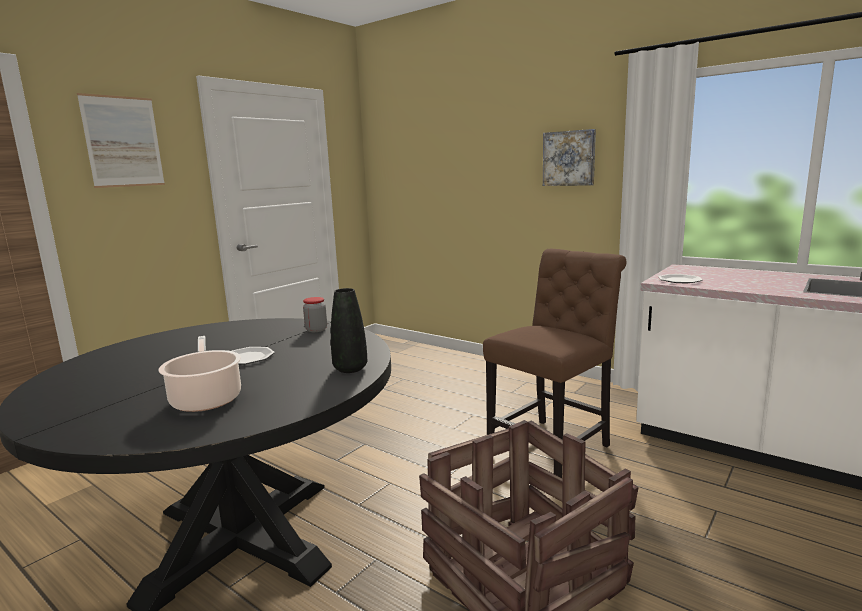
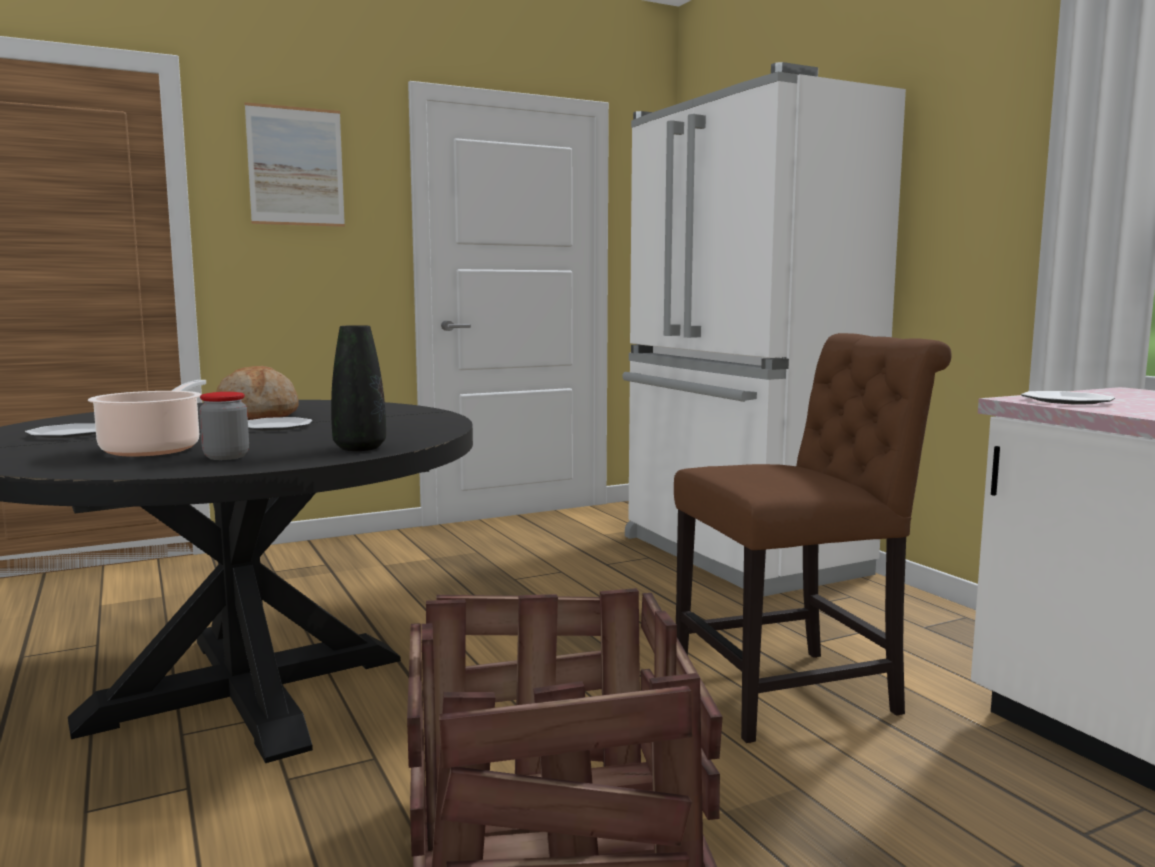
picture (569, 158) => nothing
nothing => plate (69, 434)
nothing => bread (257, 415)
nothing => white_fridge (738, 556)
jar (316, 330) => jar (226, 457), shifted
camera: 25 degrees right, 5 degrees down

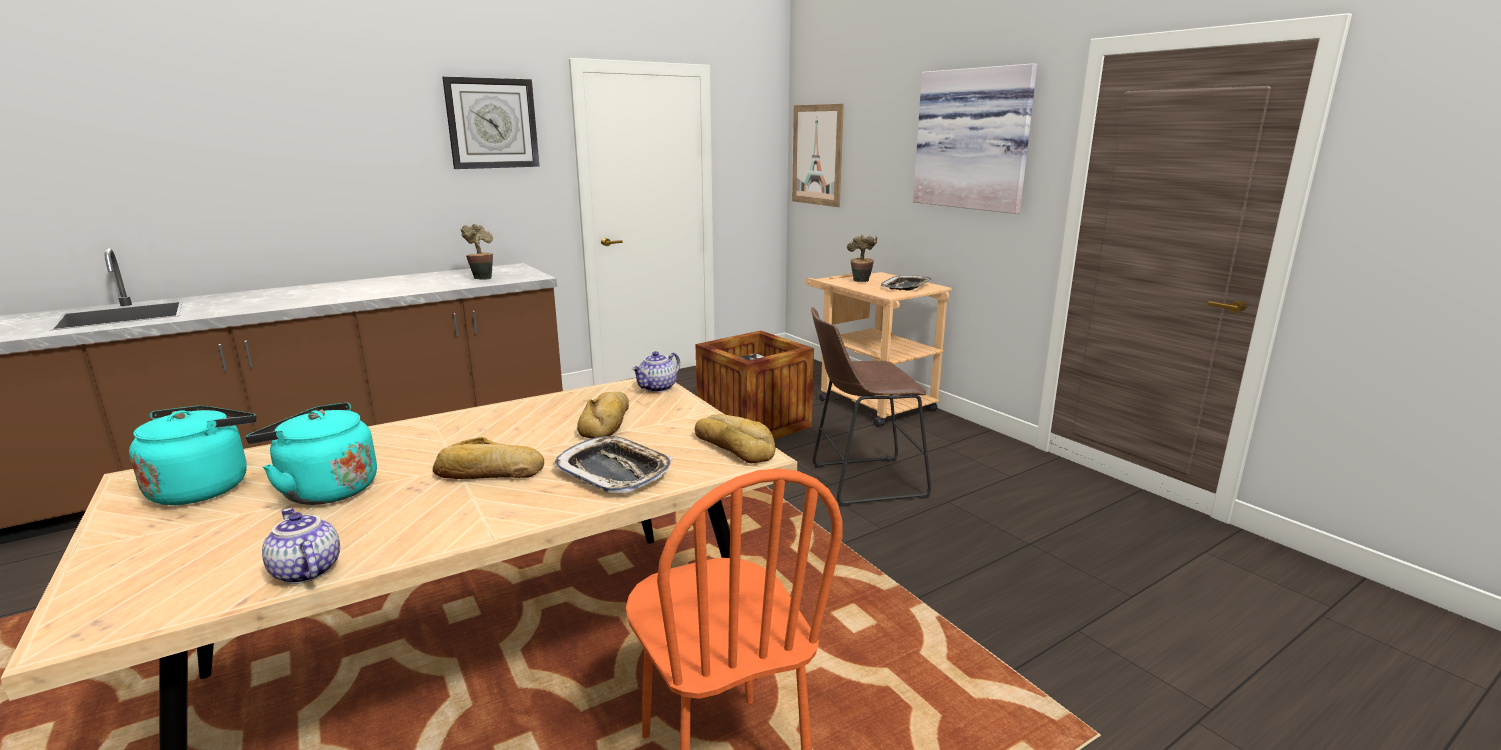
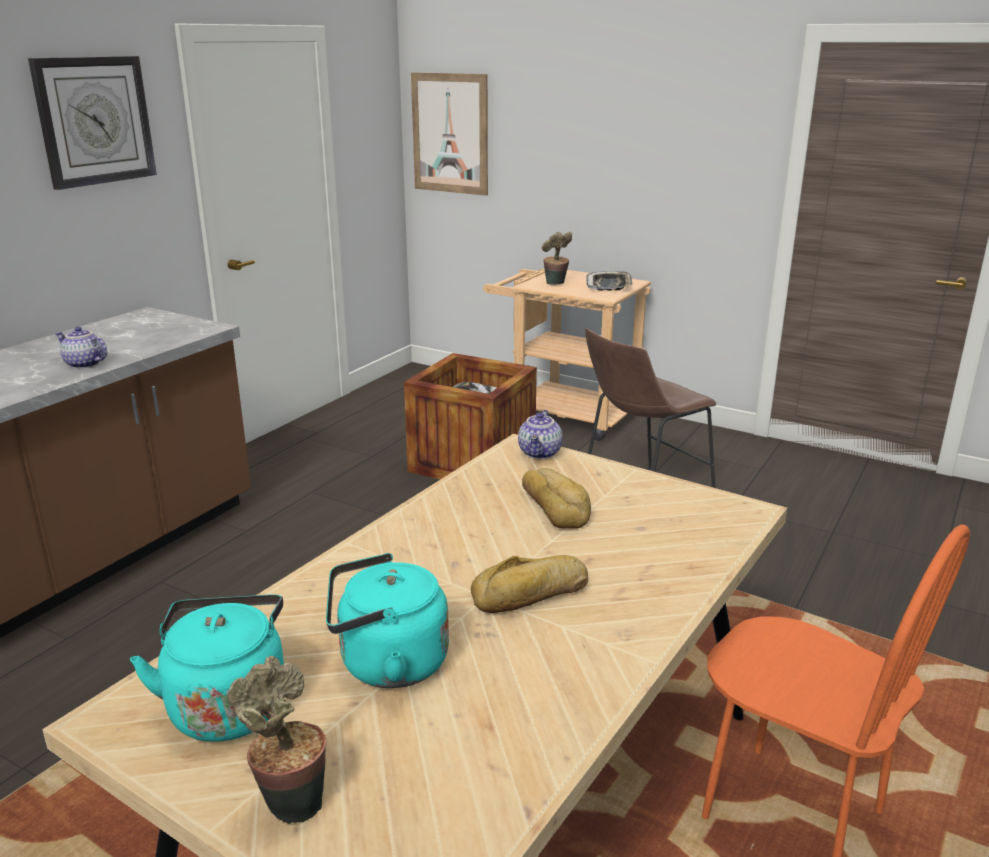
tray (614, 472) => nothing
bread (735, 446) => nothing
picture (974, 139) => nothing
teapot (304, 571) => teapot (83, 364), shifted
potted_plant (481, 278) => potted_plant (290, 802), shifted
camera: 25 degrees left, 5 degrees up

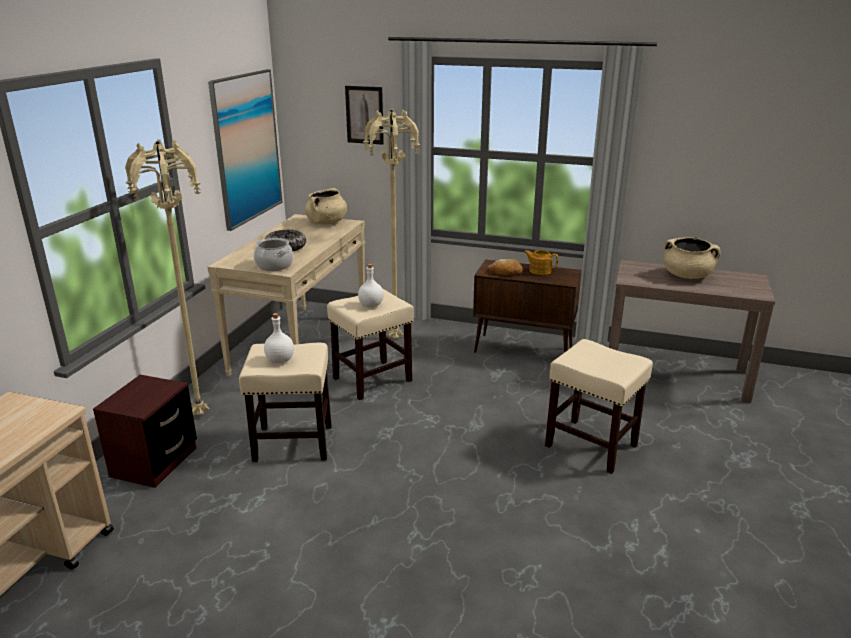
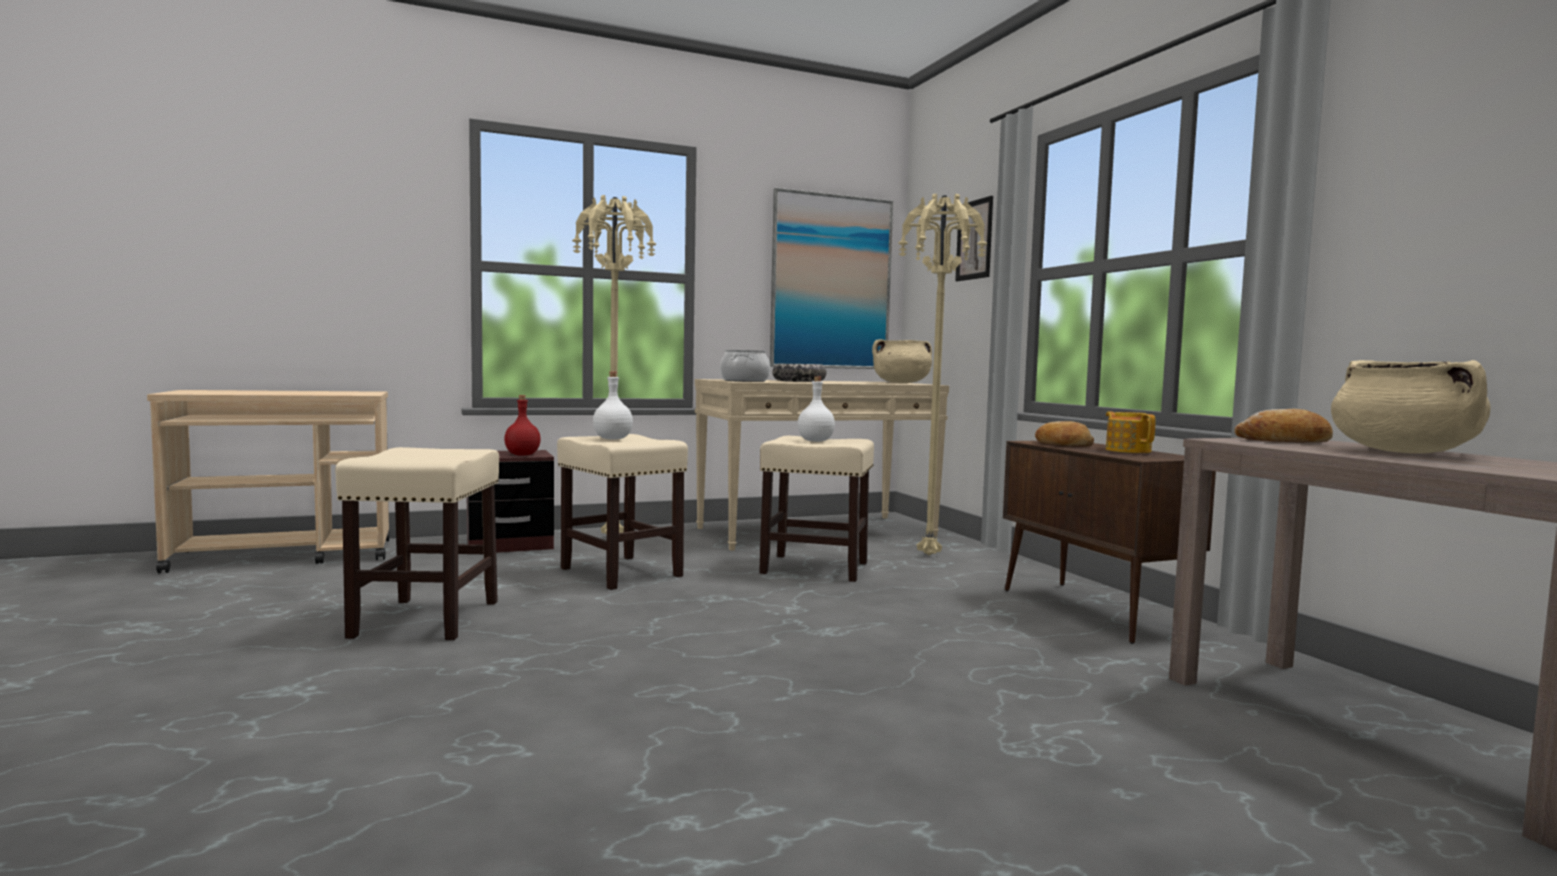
nothing => red_bottle (521, 455)
nothing => bread (1284, 441)
beige_stool (592, 446) => beige_stool (426, 619), shifted
camera: 50 degrees right, 20 degrees down

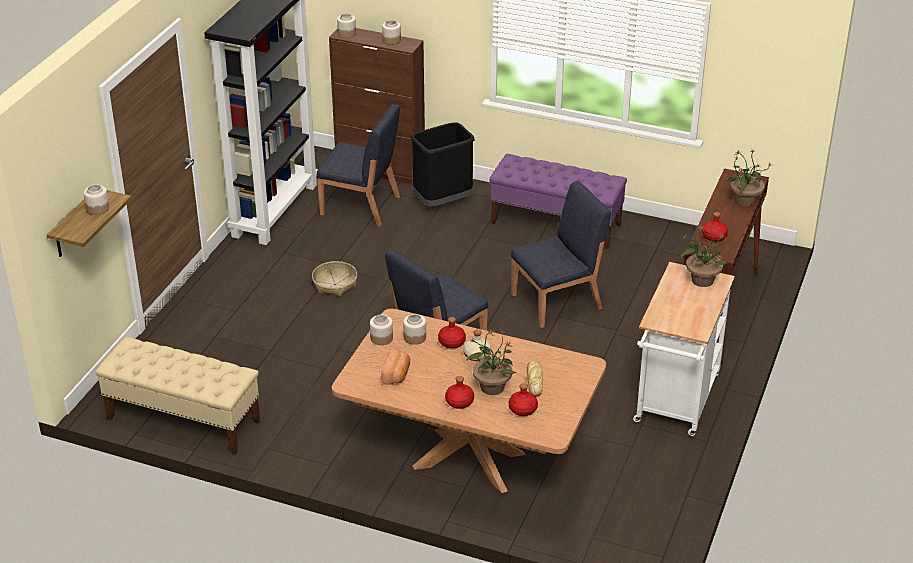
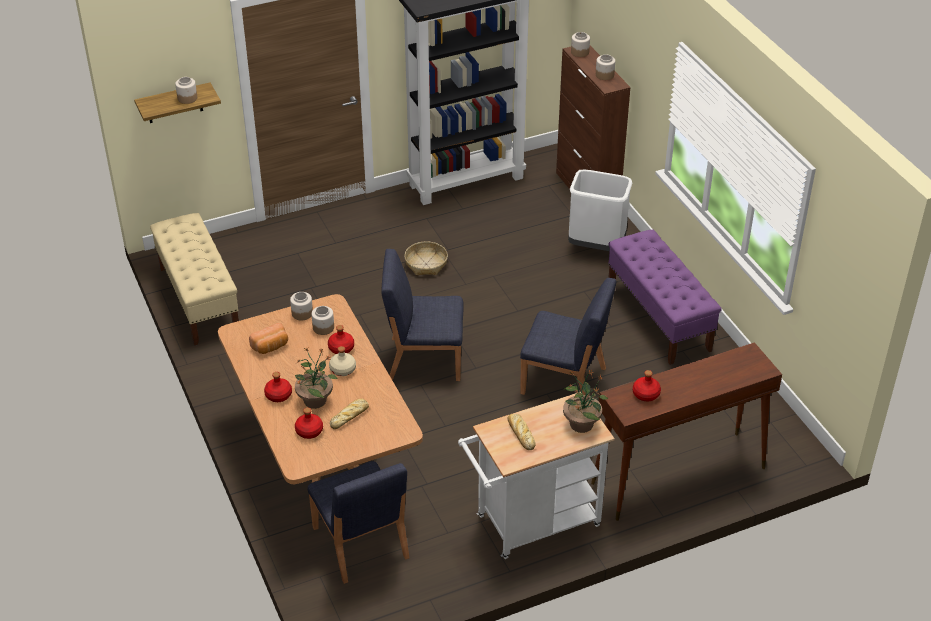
potted_plant (744, 201) => nothing
nothing => bread (520, 433)
blue_chair (361, 206) => blue_chair (360, 544), shifted
black_trash_can (442, 202) => white_trash_can (596, 246)
camera: 45 degrees right, 5 degrees up

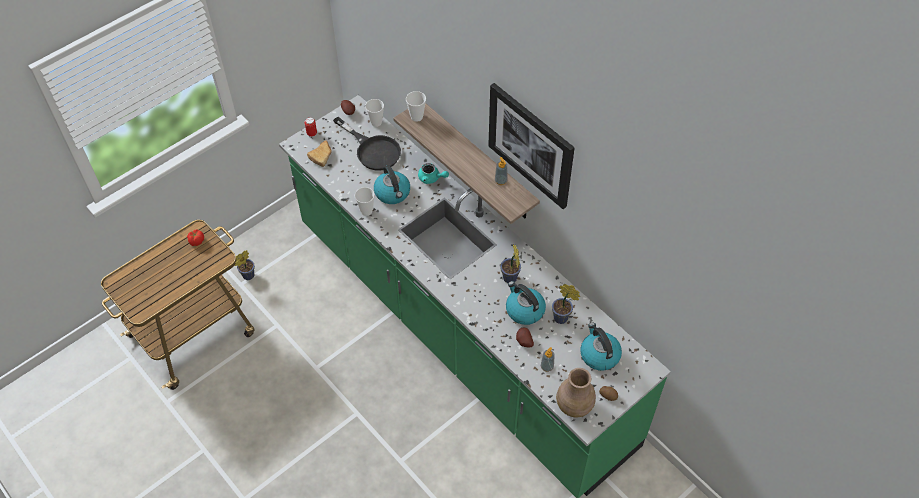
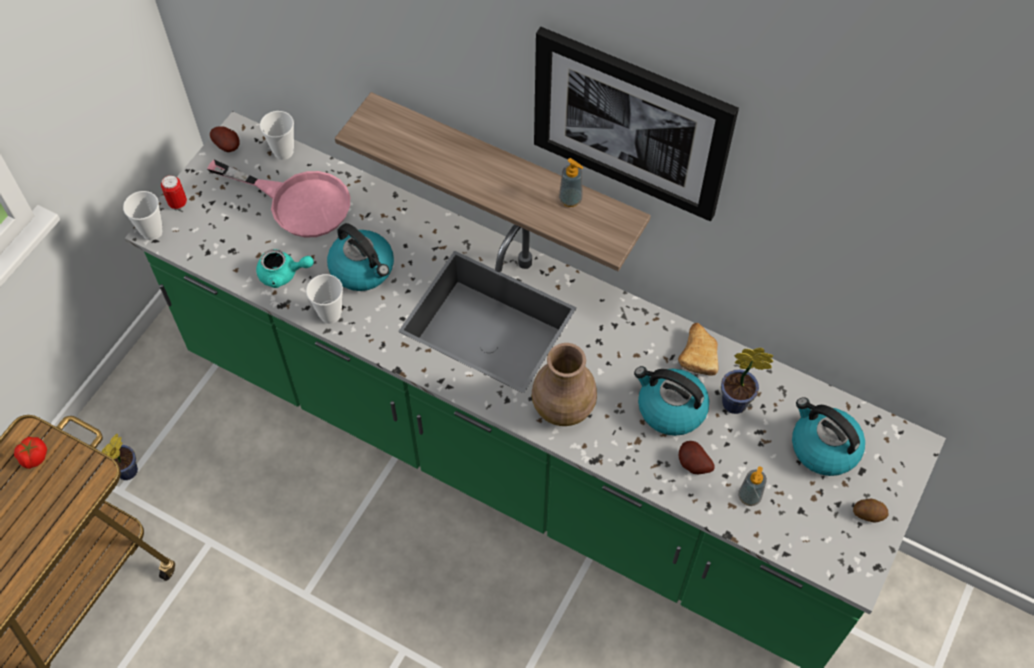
potted_plant (510, 279) => nothing
bread (322, 155) => bread (698, 353), shifted
cup (416, 117) => cup (152, 232), shifted
turquoise_teapot (431, 178) => turquoise_teapot (283, 274), shifted
brown_vase (574, 406) => brown_vase (564, 407), shifted
black_frying_pan (373, 150) => pink_frying_pan (297, 202)
camera: 20 degrees left, 5 degrees up

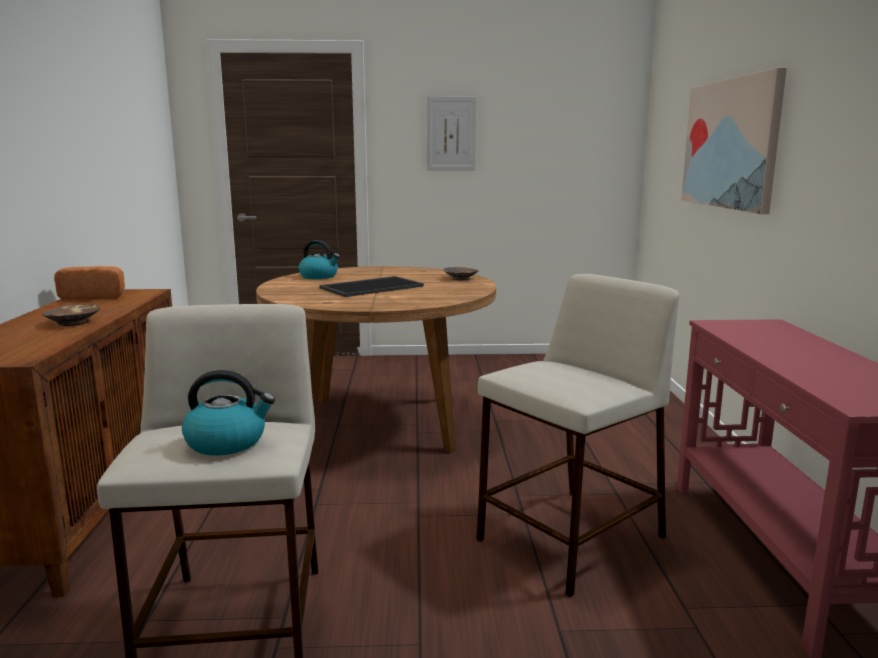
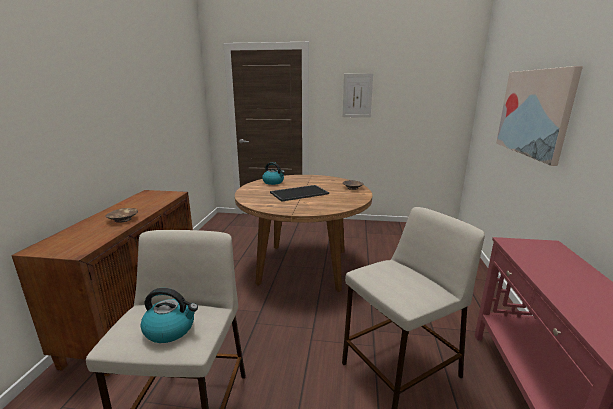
bread (95, 297) => nothing
camera: 10 degrees right, 5 degrees up

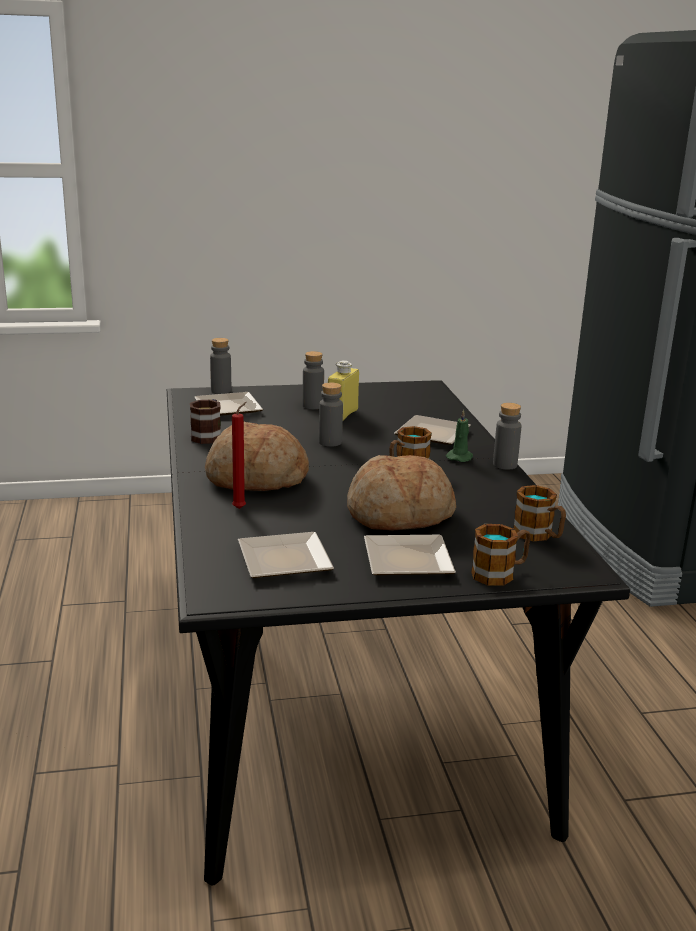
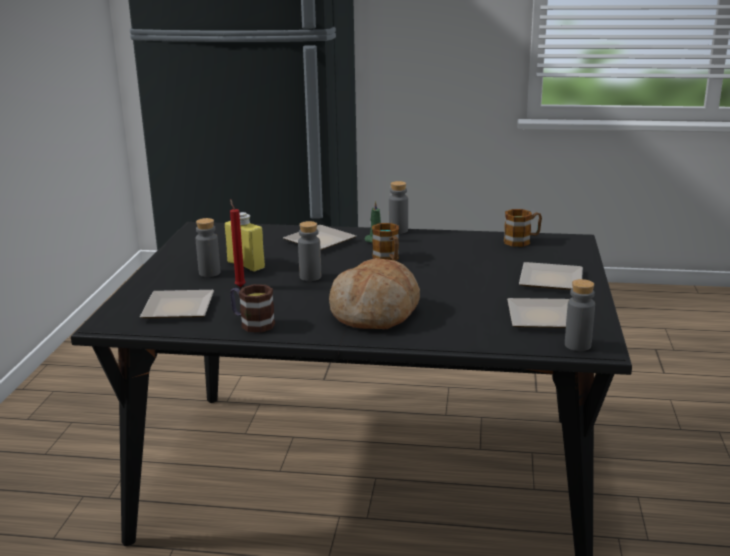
bread (399, 514) => nothing
mug (500, 573) => nothing
grey_bottle (221, 390) => grey_bottle (577, 345), shifted
red_candle (241, 508) => red_candle (239, 286), shifted
camera: 70 degrees left, 0 degrees up

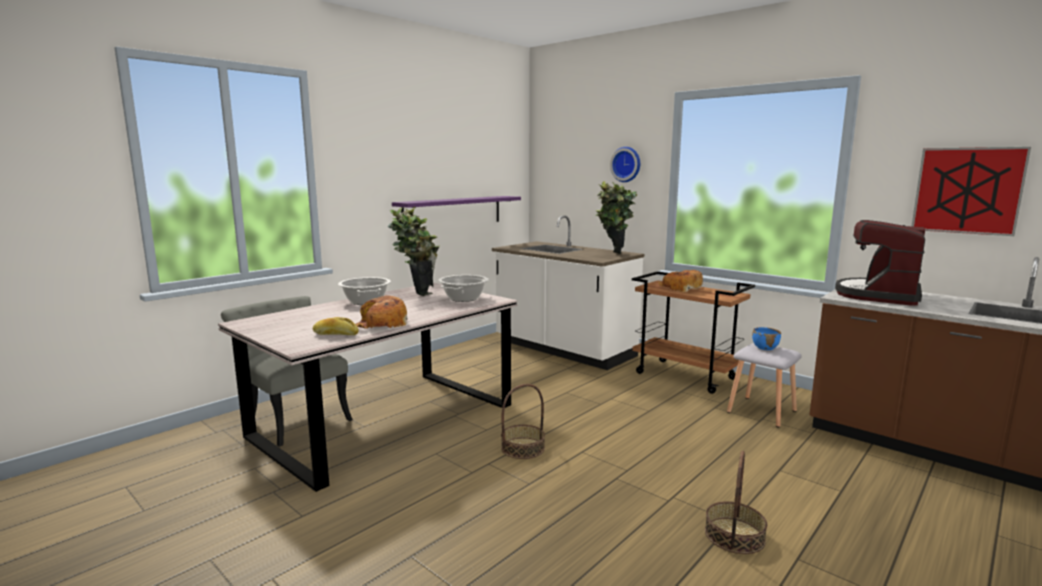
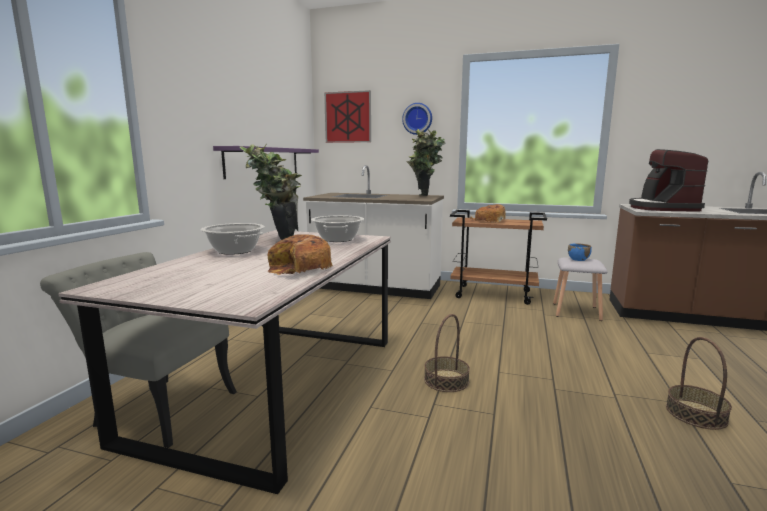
bread (335, 334) => nothing
picture (967, 190) => picture (348, 117), shifted
camera: 25 degrees left, 0 degrees up

